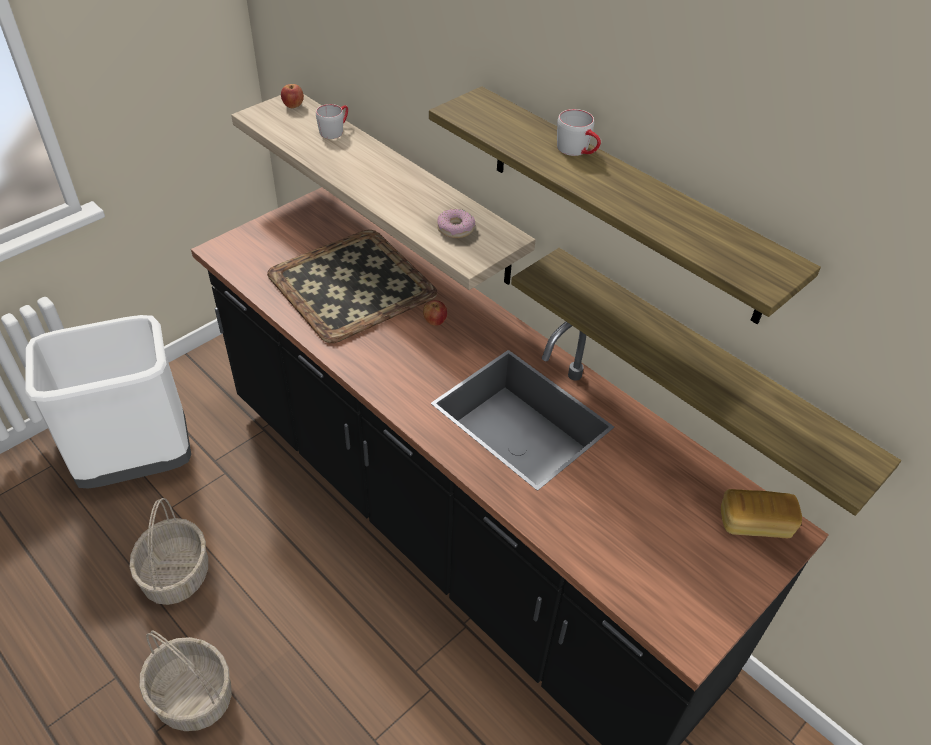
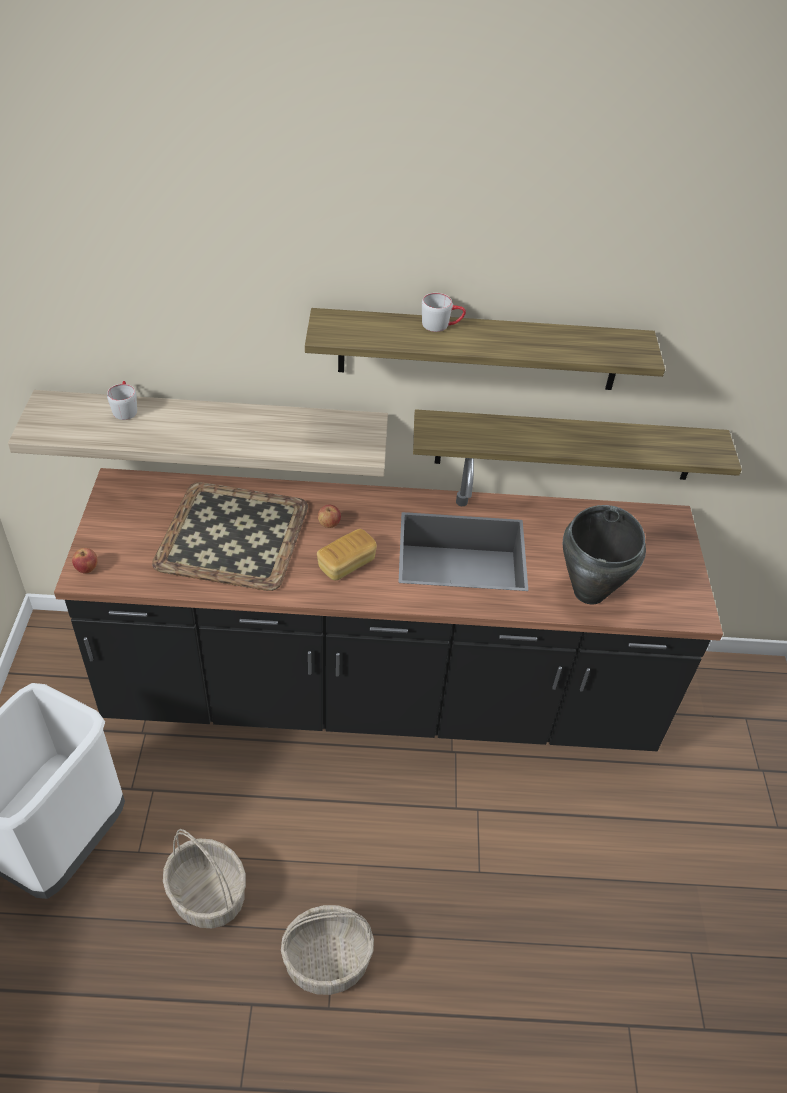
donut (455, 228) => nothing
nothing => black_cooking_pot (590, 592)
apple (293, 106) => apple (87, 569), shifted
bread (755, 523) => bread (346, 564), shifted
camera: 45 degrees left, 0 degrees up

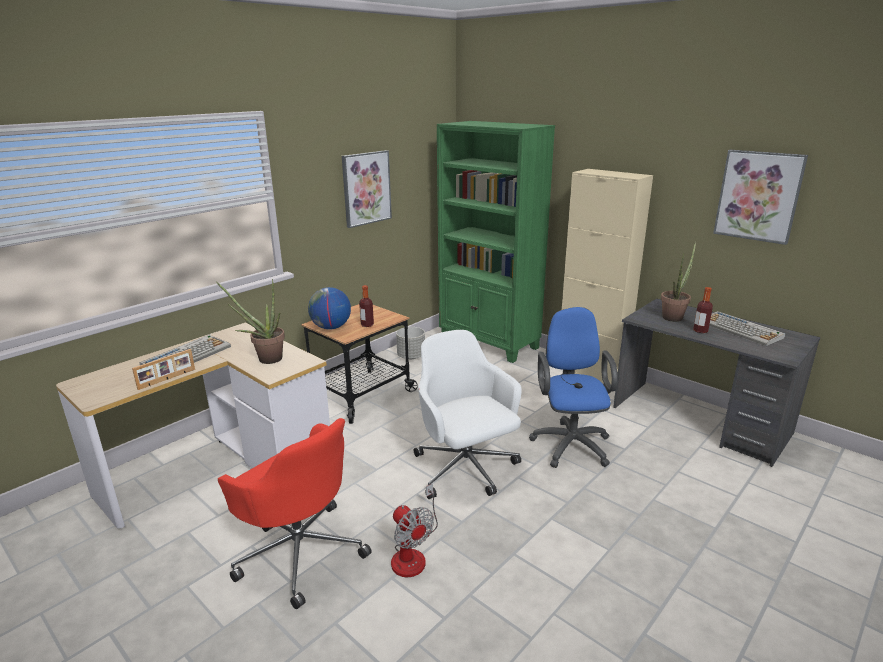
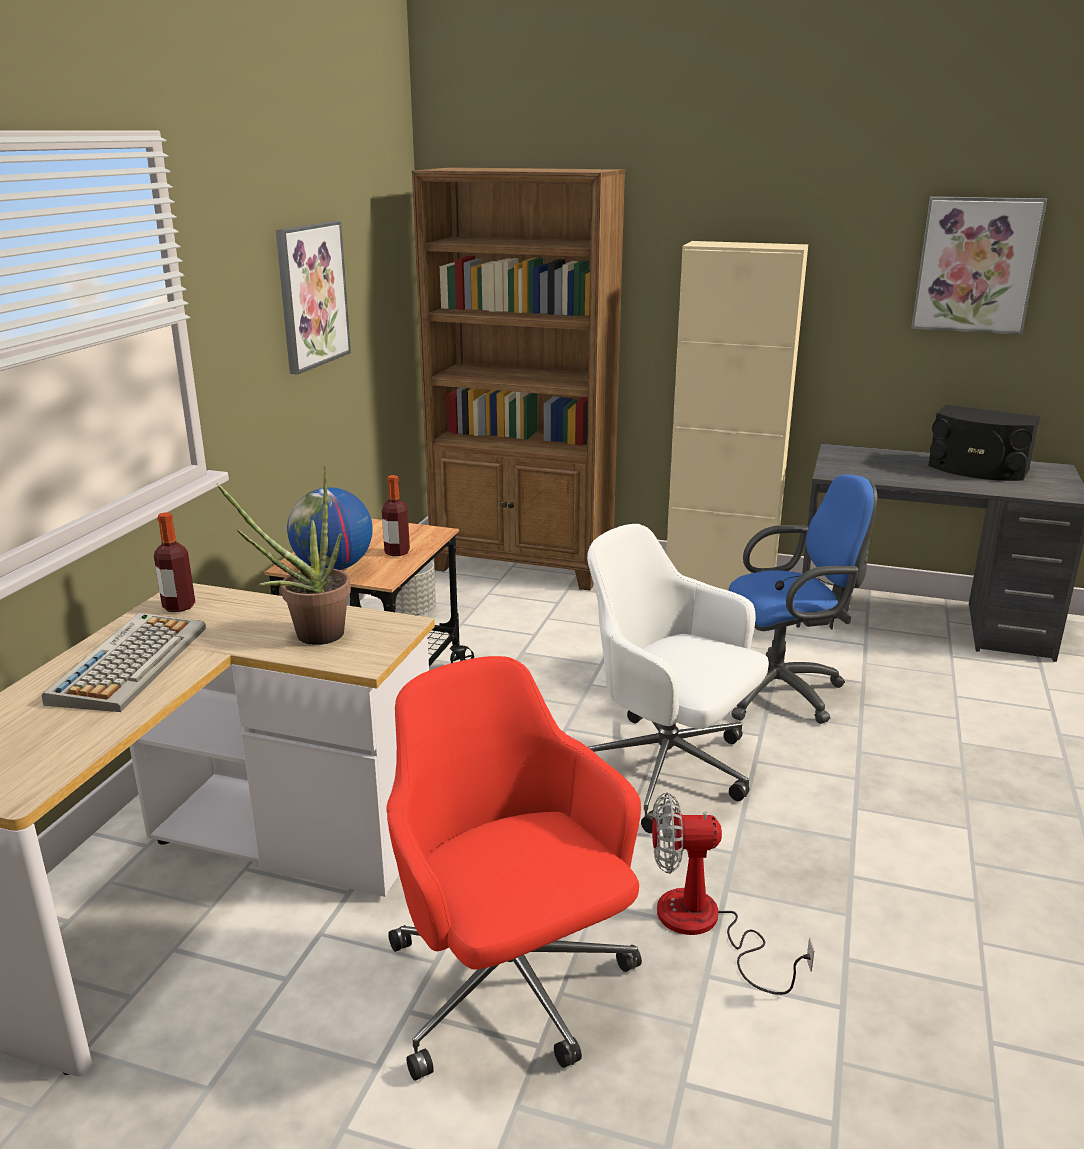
picture_frame (167, 379) => nothing
potted_plant (674, 316) => nothing
bottle (700, 330) => bottle (179, 606), shifted
keyboard (741, 330) => black_speaker (977, 469)
green_bookcase (489, 343) => brown_bookcase (524, 566)
red_office_chair (300, 551) => red_office_chair (510, 987), 135 degrees counterclockwise
fan (413, 554) => fan (705, 926), 150 degrees clockwise
blue_office_chair (570, 443) => blue_office_chair (783, 691), 105 degrees clockwise
camera: 25 degrees left, 0 degrees up

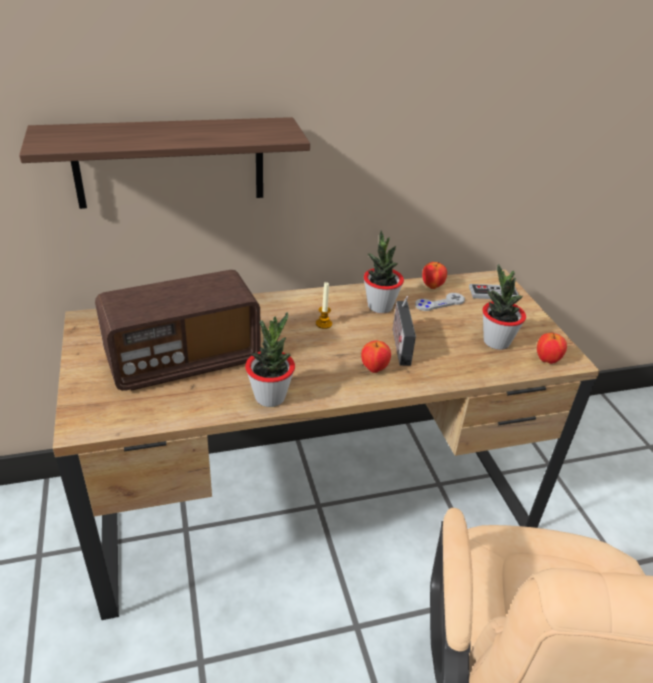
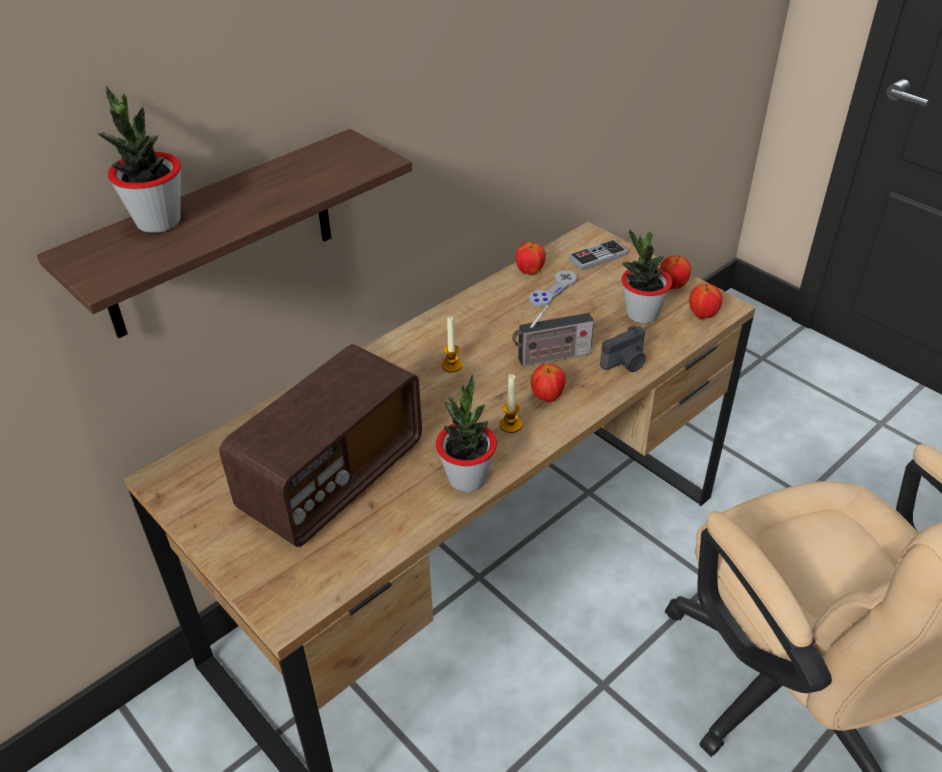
nothing => candle (510, 425)
nothing => photo_camera (625, 363)
nothing => apple (672, 286)
potted_plant (380, 306) => potted_plant (158, 221), shifted
radio (400, 345) => radio (551, 358), 75 degrees counterclockwise
camera: 25 degrees left, 5 degrees up

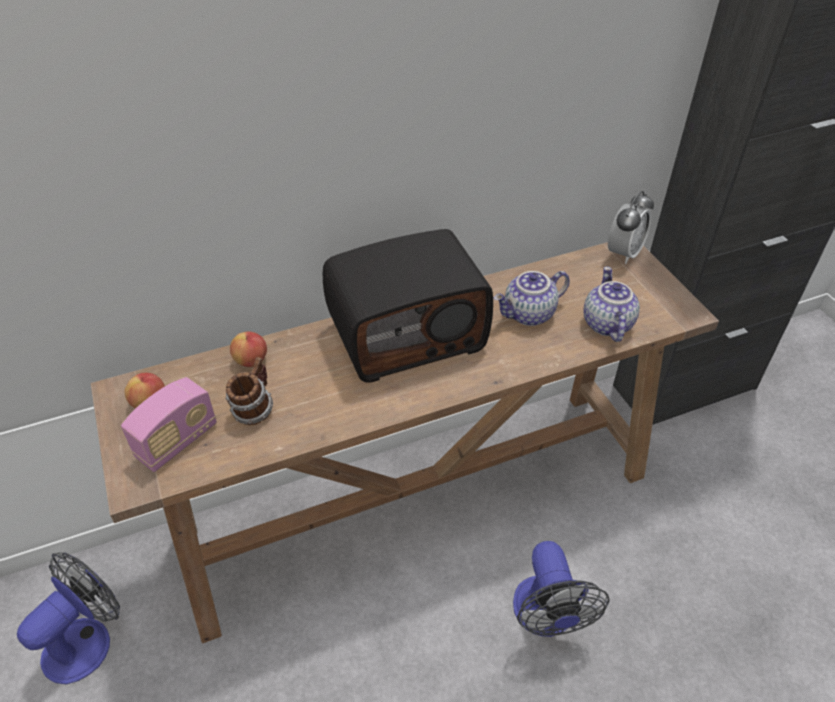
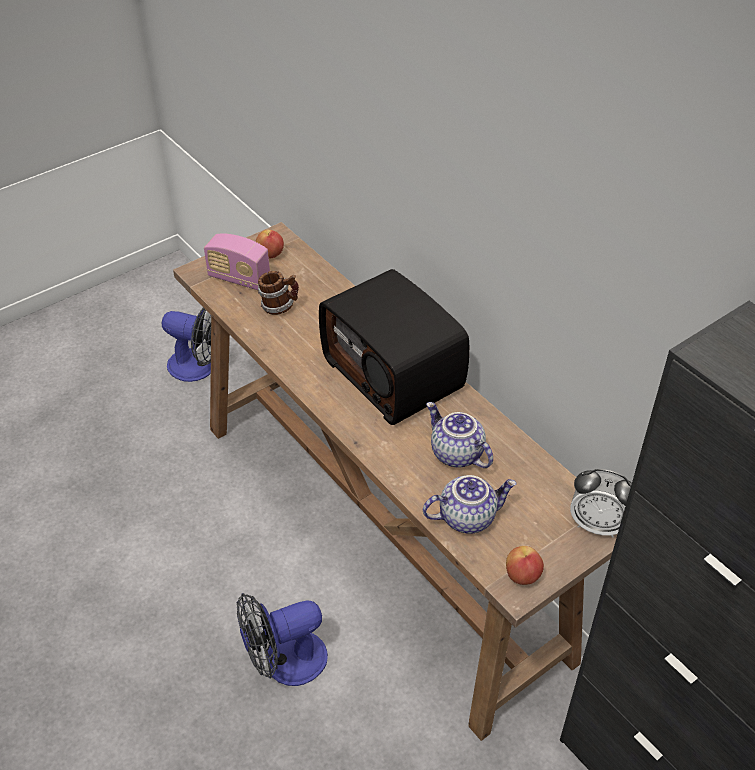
apple (251, 361) => apple (522, 575), shifted
camera: 75 degrees right, 0 degrees up

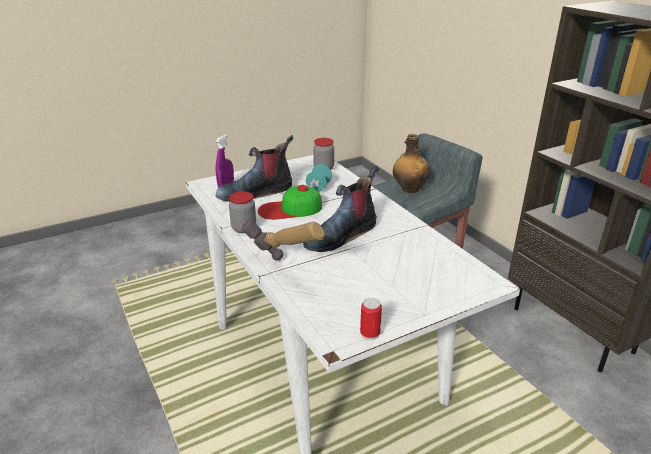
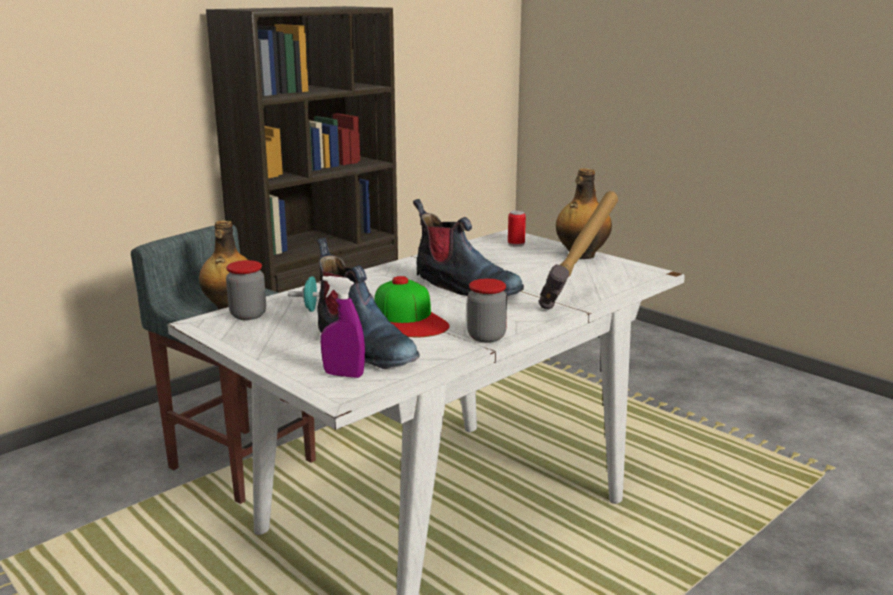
nothing => bottle (581, 256)
can (370, 334) => can (516, 244), shifted
camera: 105 degrees left, 10 degrees down

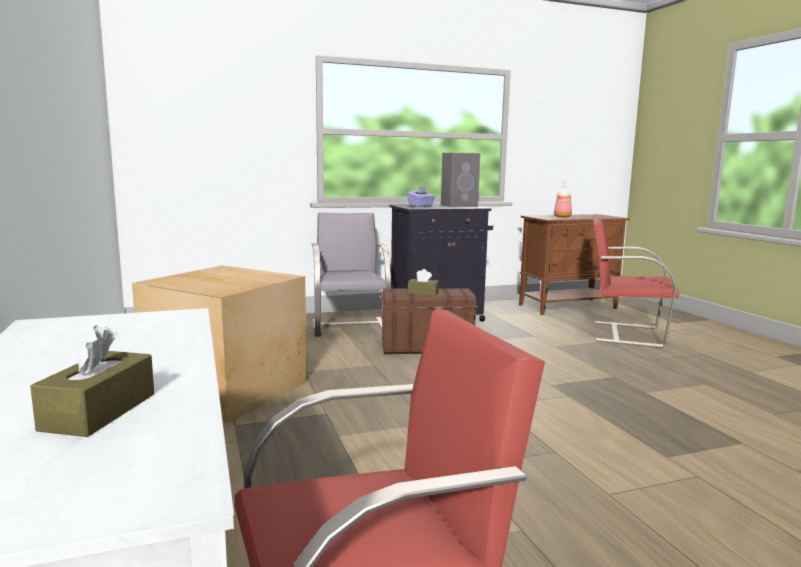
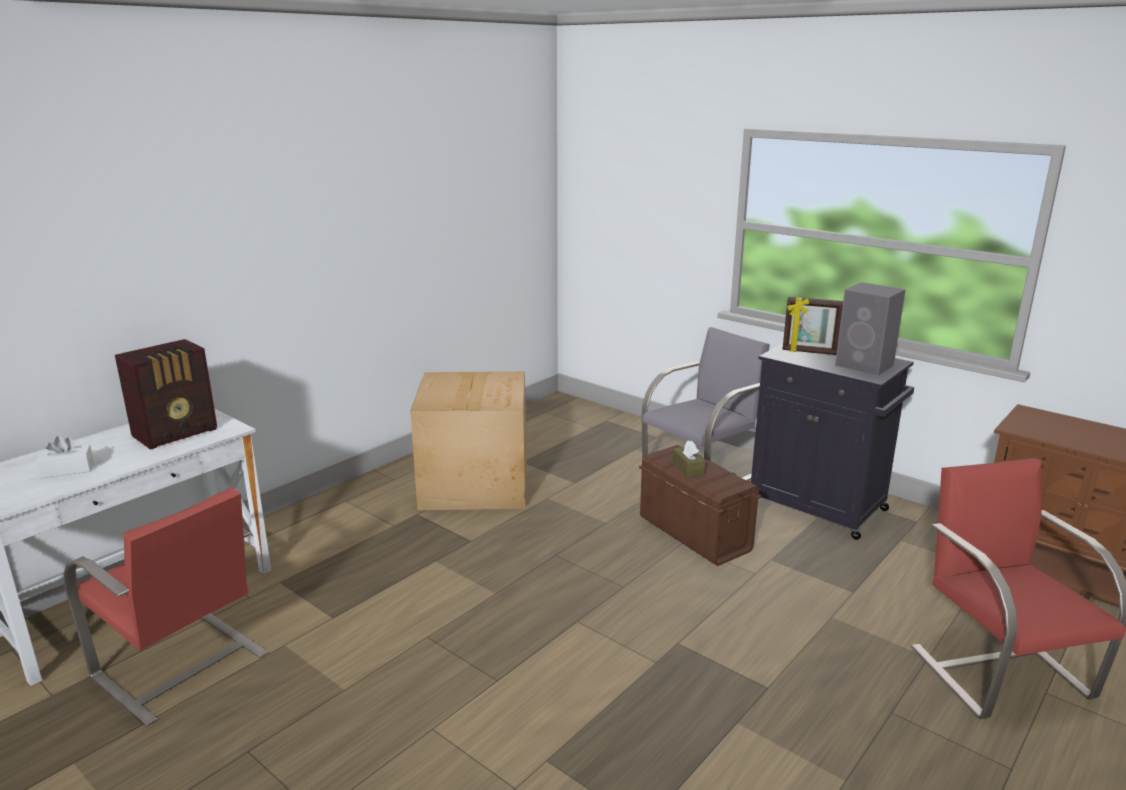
bottle (562, 217) => nothing
nothing => radio (177, 433)
purple_tissue_box (421, 206) => picture_frame (809, 352)
brown_tissue_box (99, 411) => white_tissue_box (67, 470)
camera: 60 degrees right, 10 degrees up

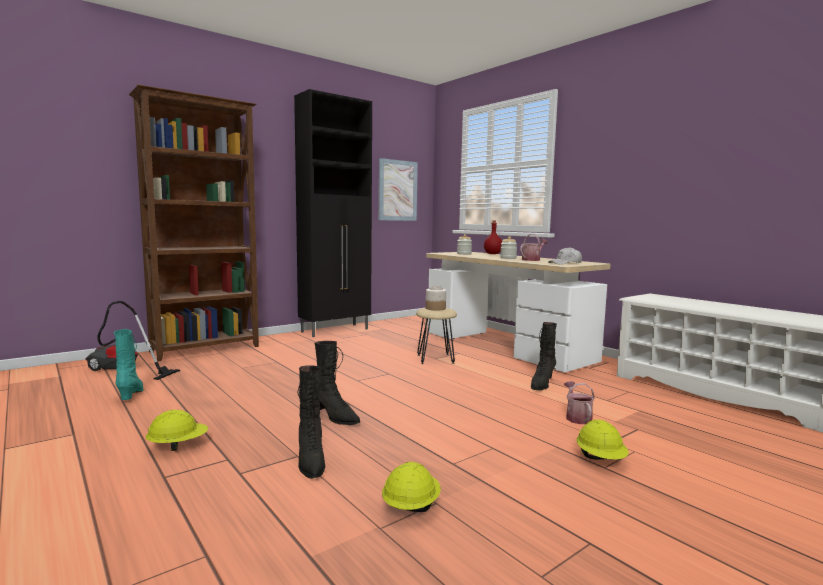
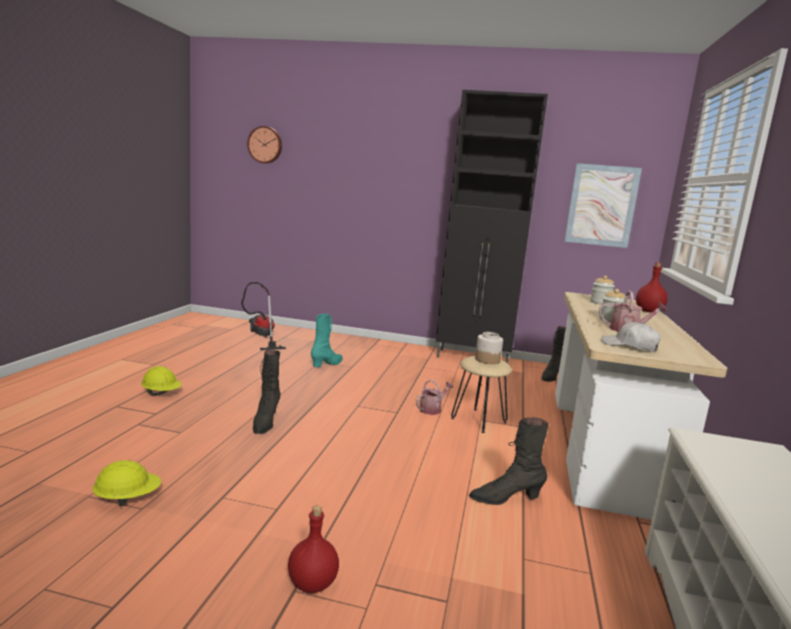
brown_bookcase (206, 349) => nothing
nothing => wall_clock (265, 145)
turquoise_boot (131, 394) => turquoise_boot (327, 364), shifted
black_boot (311, 461) => black_boot (551, 377), shifted
watering_can (577, 417) => watering_can (432, 409), shifted
yellow_hard_hat (601, 459) => red_bottle (313, 584)
camera: 50 degrees right, 5 degrees up

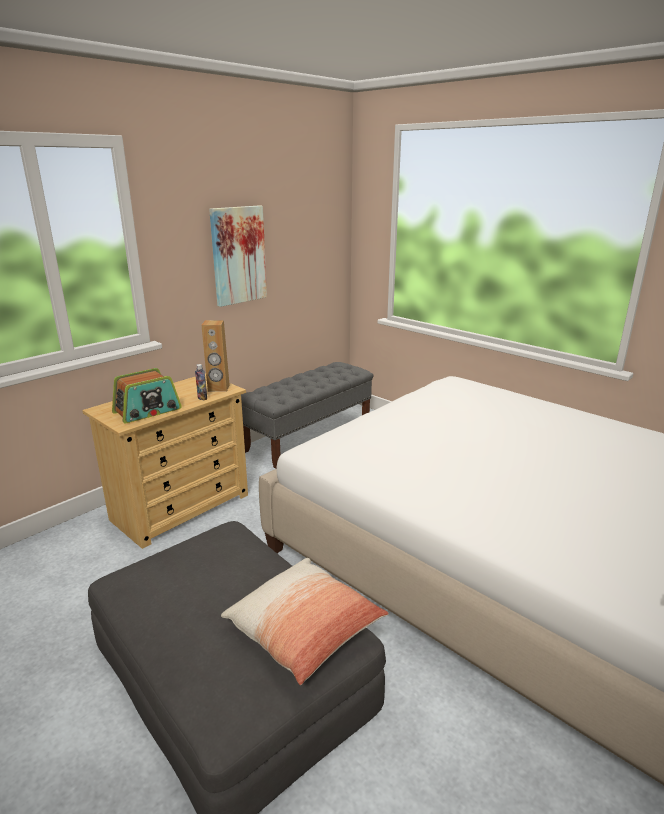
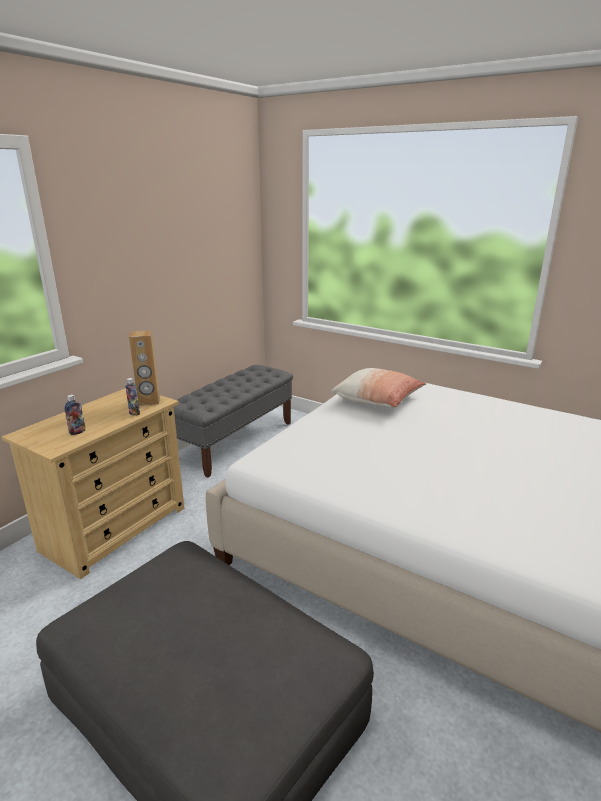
picture (238, 255) => nothing
pillow (305, 631) => pillow (378, 400), shifted
radio (147, 411) => bottle (77, 432)
camera: 10 degrees left, 0 degrees up

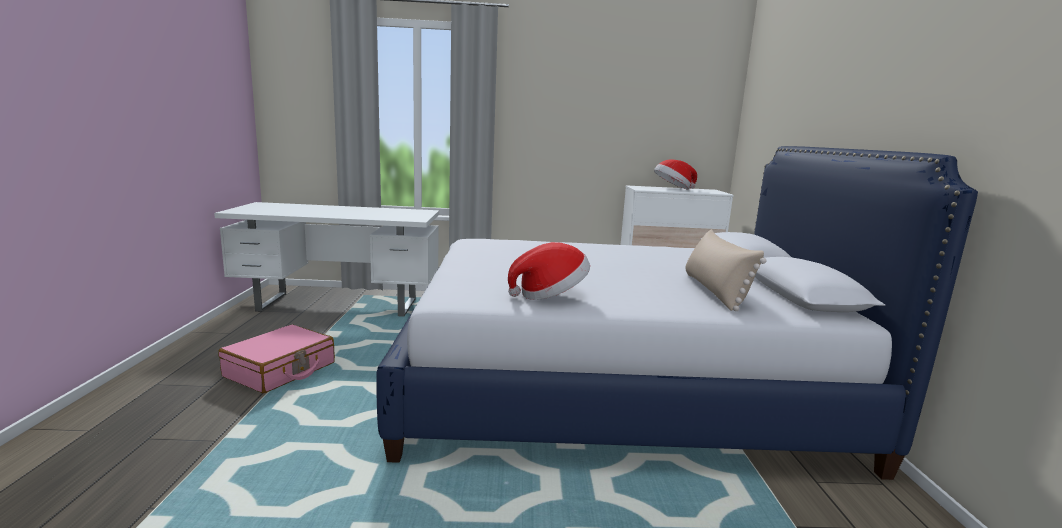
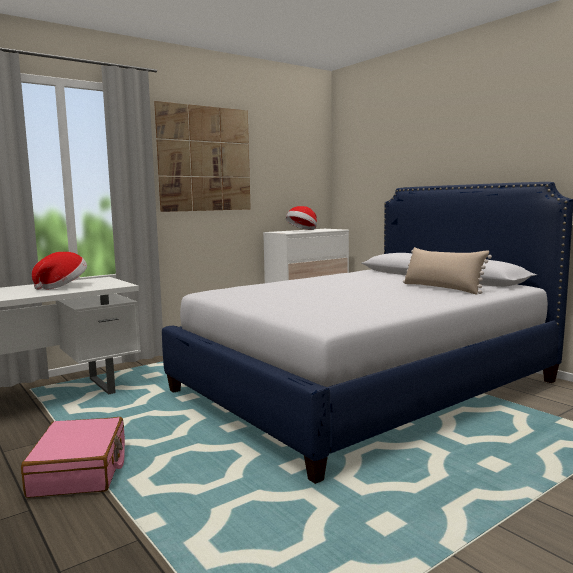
nothing => picture (205, 159)
hat (550, 295) => hat (62, 286), shifted
camera: 35 degrees left, 5 degrees down

